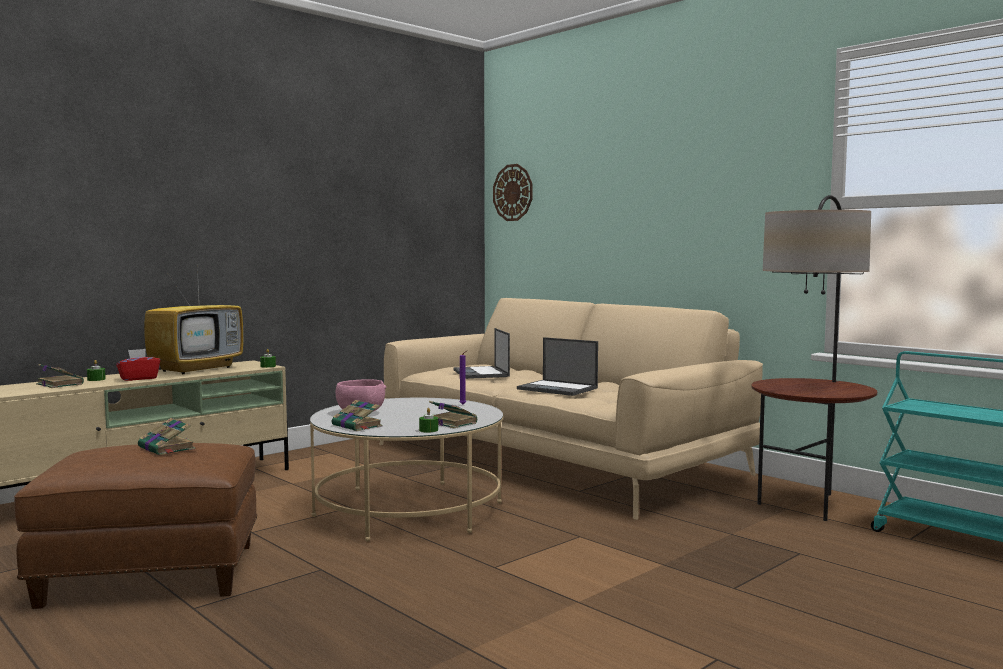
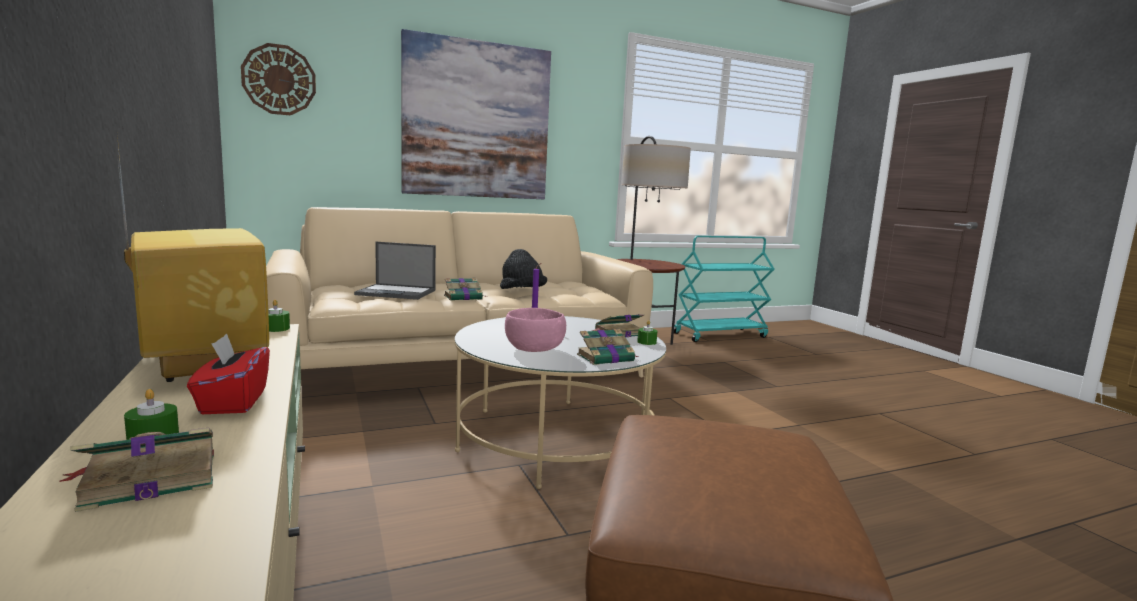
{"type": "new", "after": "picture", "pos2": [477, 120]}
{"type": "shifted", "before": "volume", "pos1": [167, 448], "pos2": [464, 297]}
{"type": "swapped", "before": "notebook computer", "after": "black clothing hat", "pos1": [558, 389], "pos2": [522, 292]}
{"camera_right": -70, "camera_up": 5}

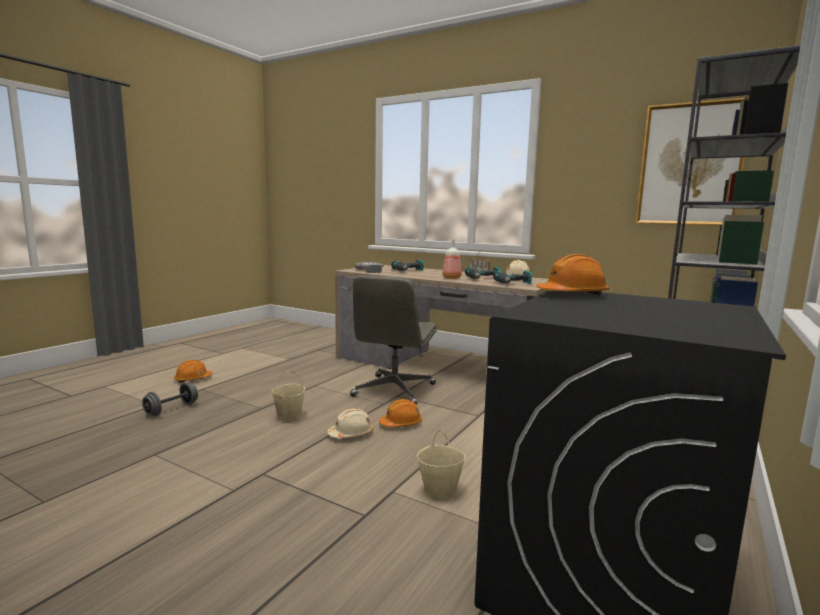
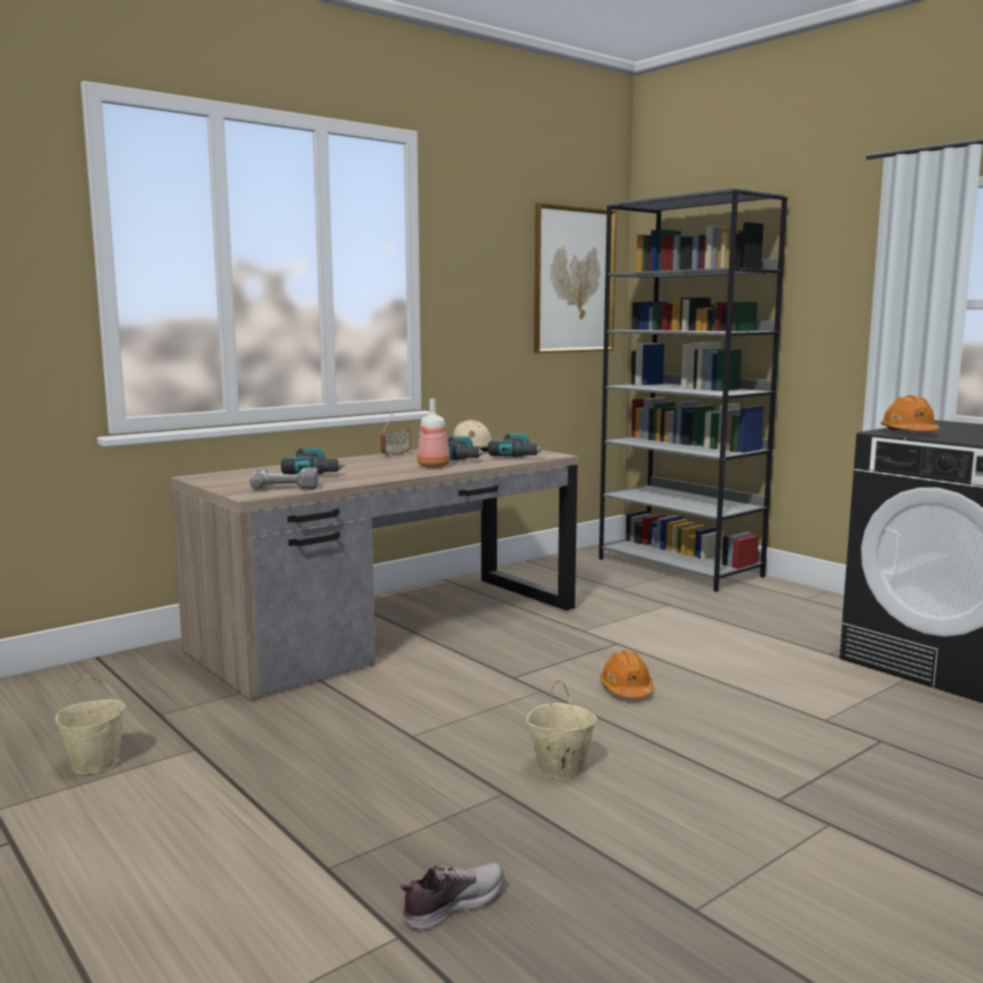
{"type": "gone", "before": "orange hard hat", "pos1": [193, 379]}
{"type": "gone", "before": "beige hard hat", "pos1": [351, 434]}
{"type": "gone", "before": "grey computer chair", "pos1": [394, 390]}
{"type": "shifted", "before": "beige bucket", "pos1": [440, 491], "pos2": [96, 763]}
{"type": "swapped", "before": "grey free weight", "after": "shoe", "pos1": [171, 410], "pos2": [451, 905]}
{"camera_right": -70, "camera_up": 0}

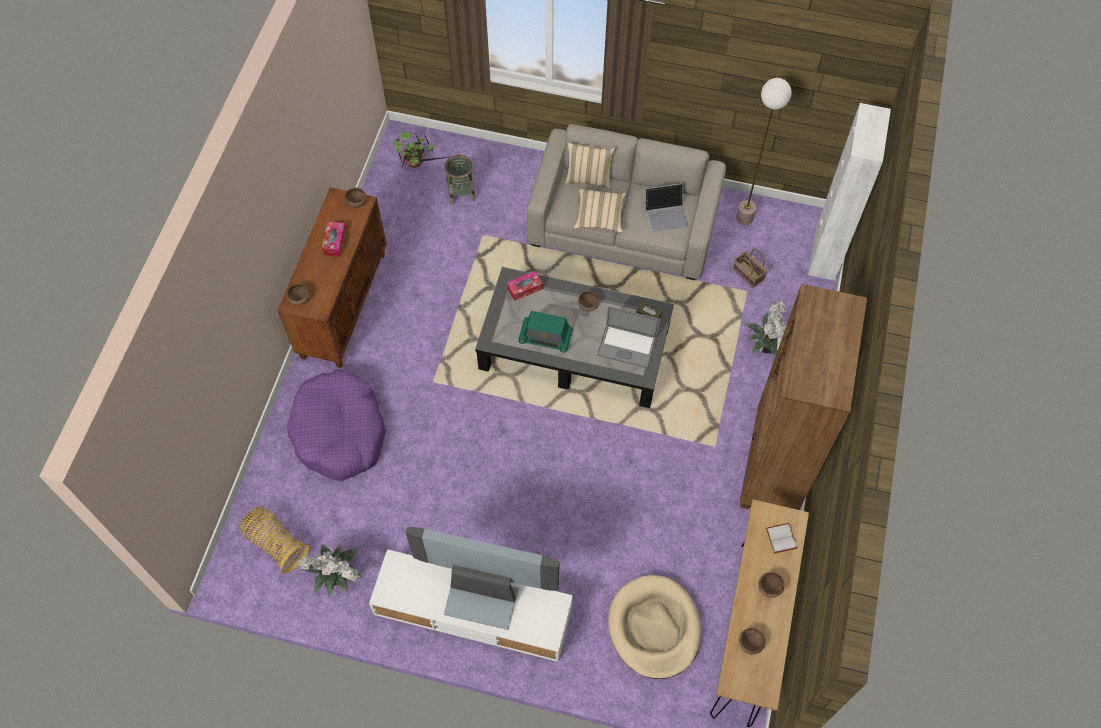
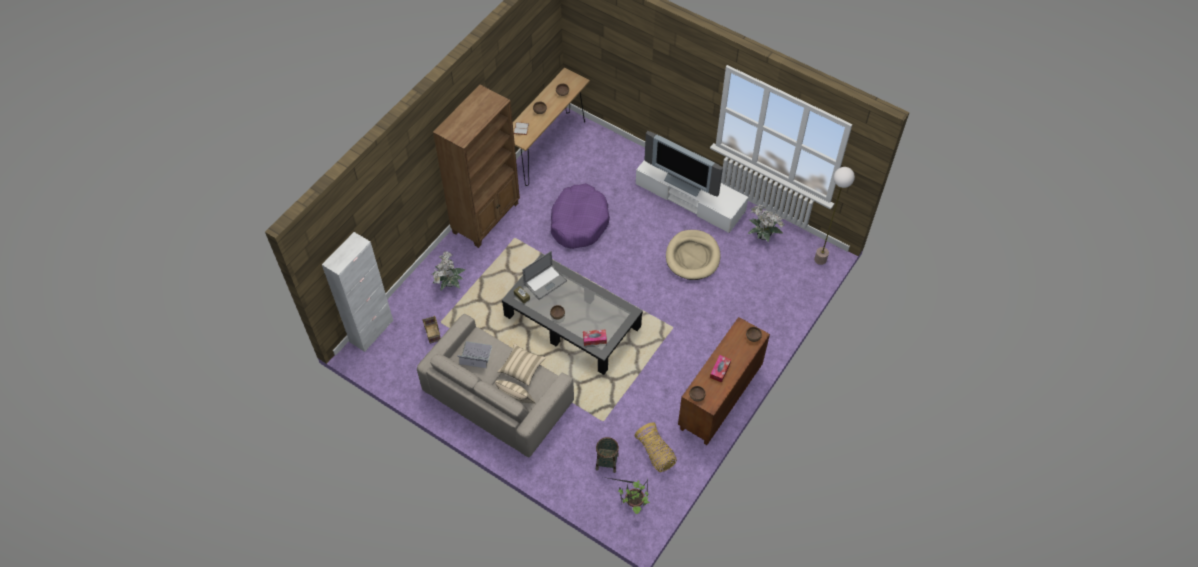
{"type": "gone", "before": "radio", "pos1": [545, 337]}
{"type": "shifted", "before": "storage basket", "pos1": [276, 543], "pos2": [656, 453]}
{"type": "shifted", "before": "purple dog cushion", "pos1": [339, 432], "pos2": [579, 222]}
{"type": "shifted", "before": "beige dog cushion", "pos1": [654, 628], "pos2": [692, 256]}
{"type": "shifted", "before": "standard lamp", "pos1": [745, 217], "pos2": [820, 259]}
{"type": "rotated", "before": "notebook computer", "pos1": [627, 346], "pos2": [545, 282], "turn": 105}
{"camera_right": -160, "camera_up": -5}

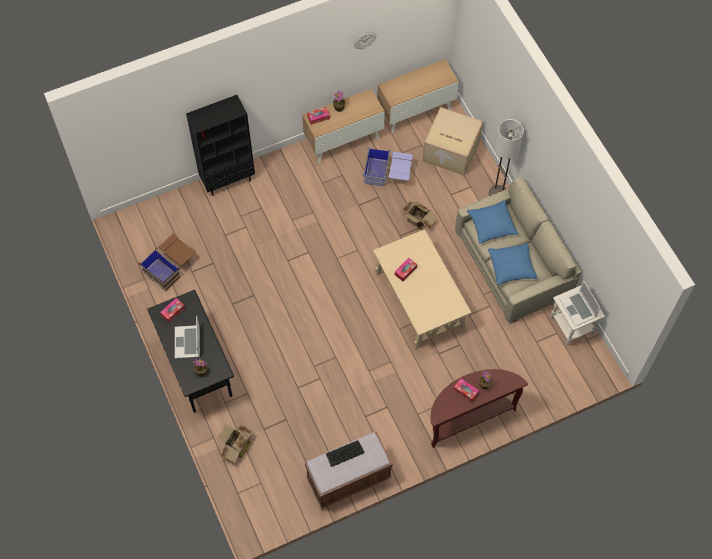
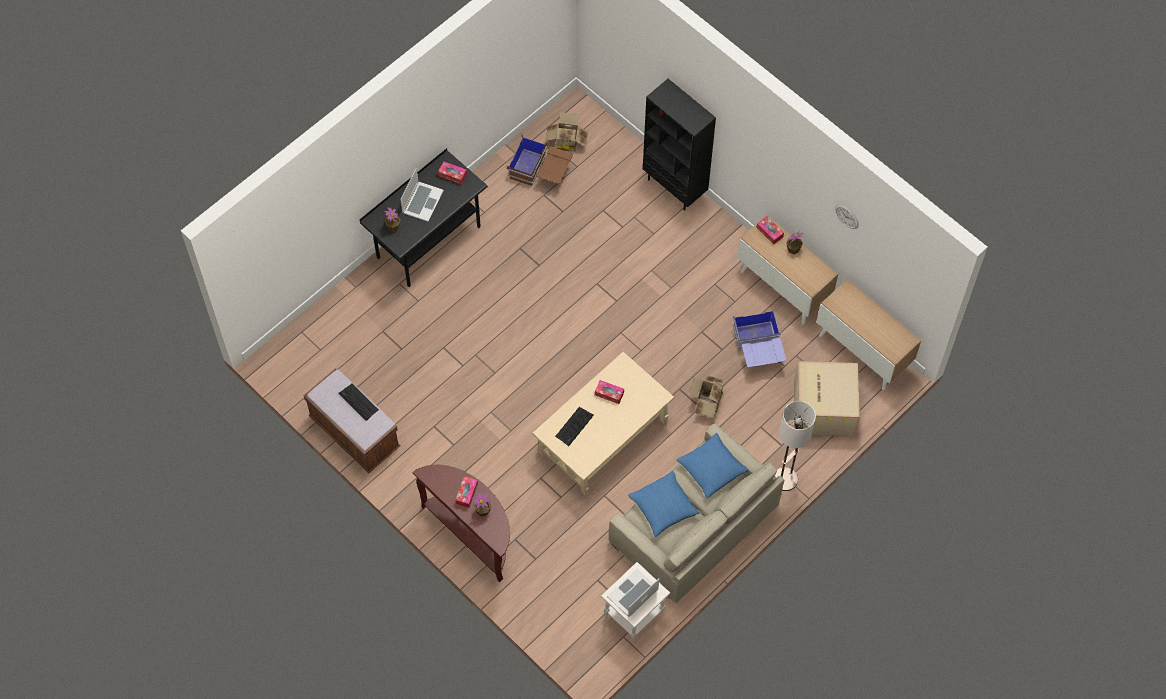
{"type": "new", "after": "keyboard", "pos2": [574, 426]}
{"type": "shifted", "before": "cardboard box", "pos1": [236, 446], "pos2": [566, 141]}
{"type": "rotated", "before": "notebook computer", "pos1": [187, 342], "pos2": [422, 201], "turn": 135}
{"camera_right": 70, "camera_up": 0}

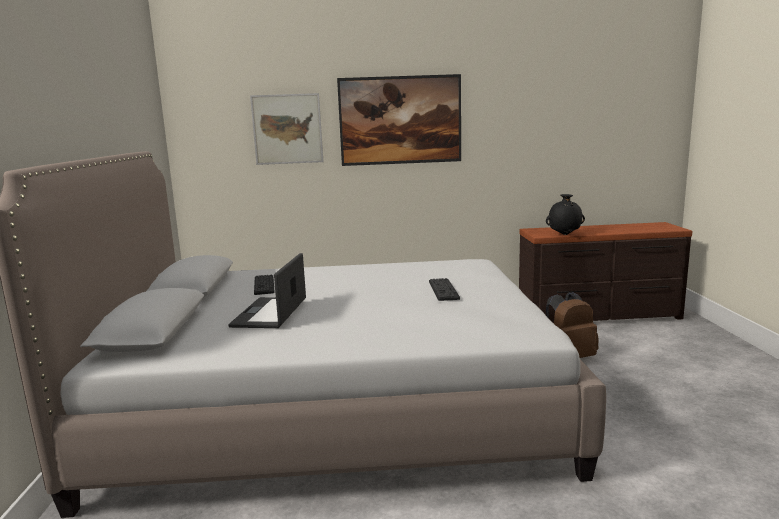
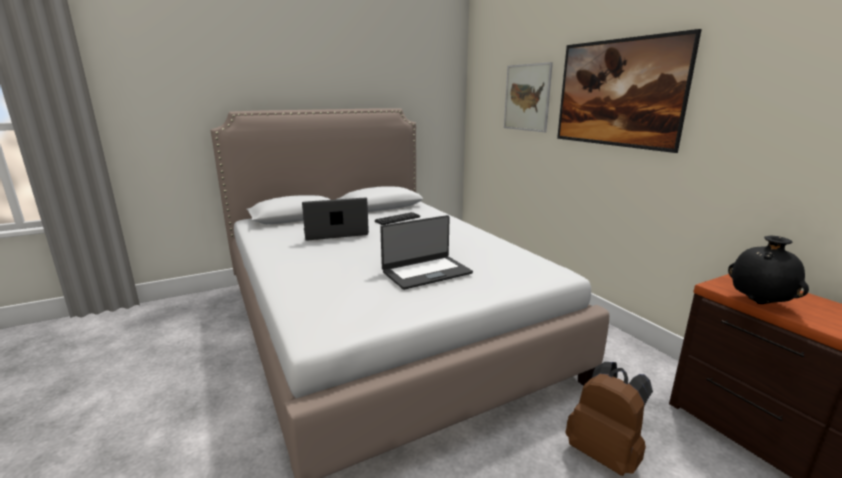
{"type": "swapped", "before": "keyboard", "after": "notebook computer", "pos1": [443, 290], "pos2": [426, 272]}
{"camera_right": 65, "camera_up": 5}

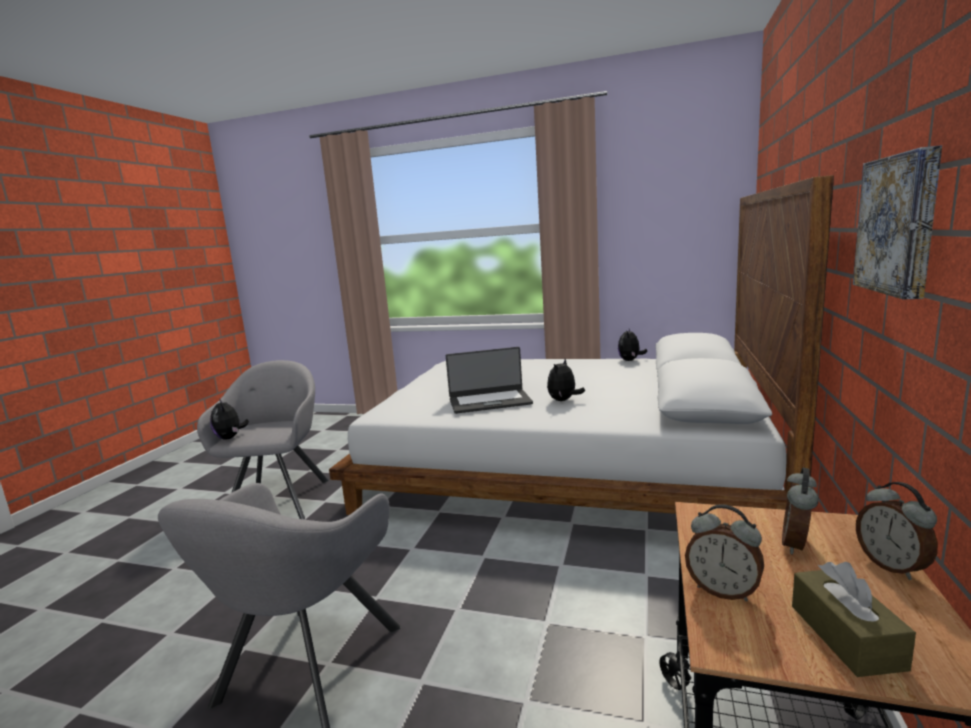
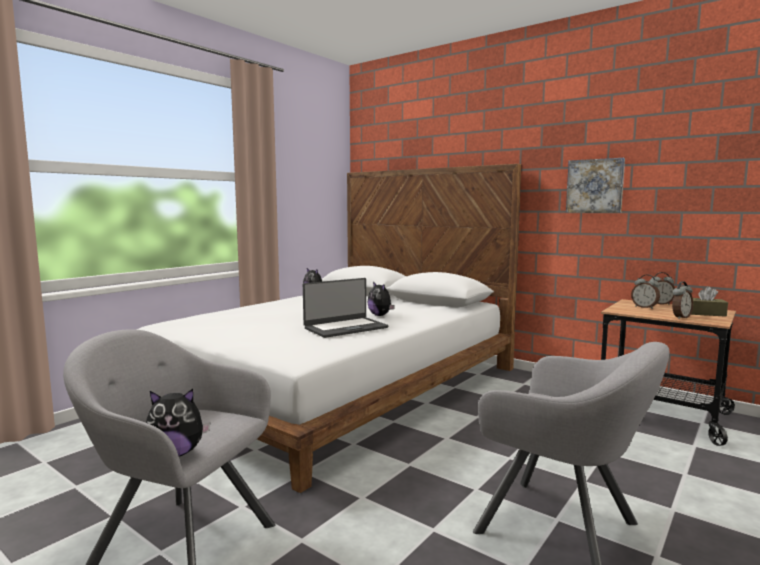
{"type": "rotated", "before": "notebook computer", "pos1": [489, 401], "pos2": [345, 328], "turn": 45}
{"camera_right": -70, "camera_up": -5}

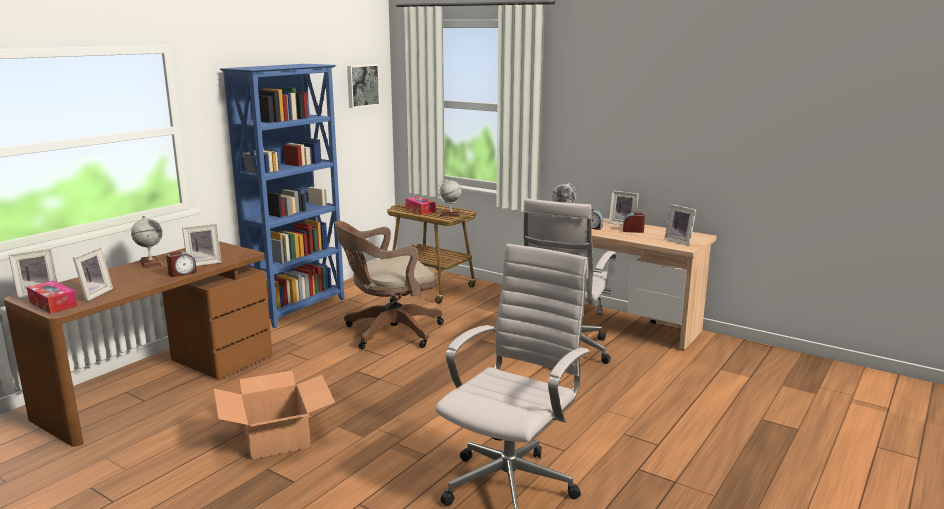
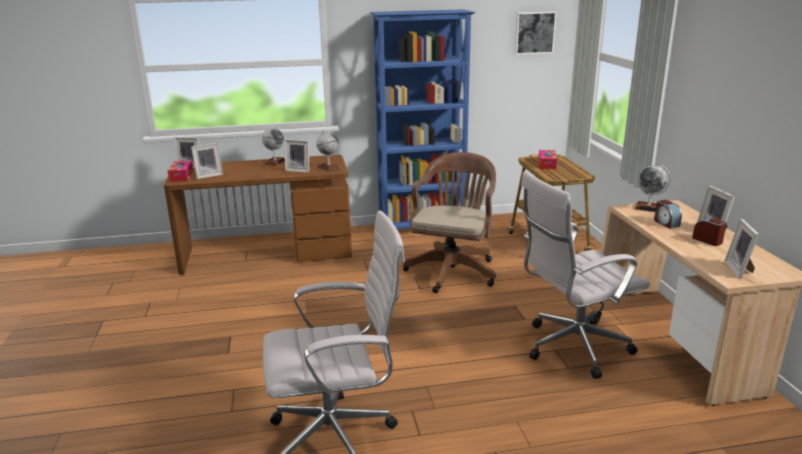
{"type": "gone", "before": "alarm clock", "pos1": [182, 273]}
{"type": "gone", "before": "cardboard box", "pos1": [277, 436]}
{"type": "shifted", "before": "world globe", "pos1": [450, 214], "pos2": [329, 167]}
{"type": "rotated", "before": "brownish computer chair", "pos1": [388, 332], "pos2": [453, 270], "turn": 90}
{"camera_right": 45, "camera_up": 5}

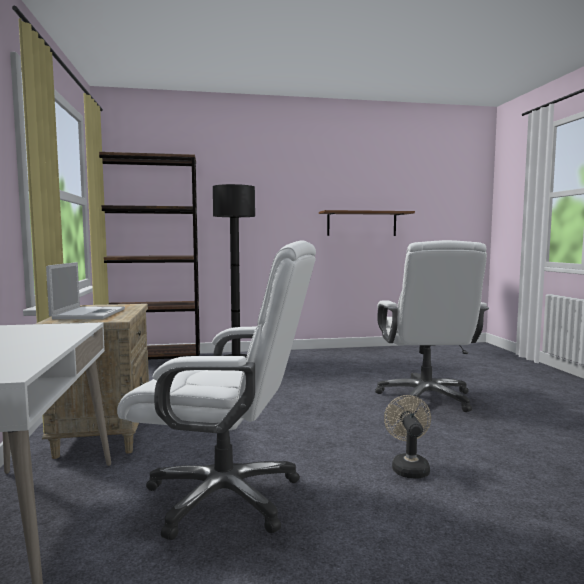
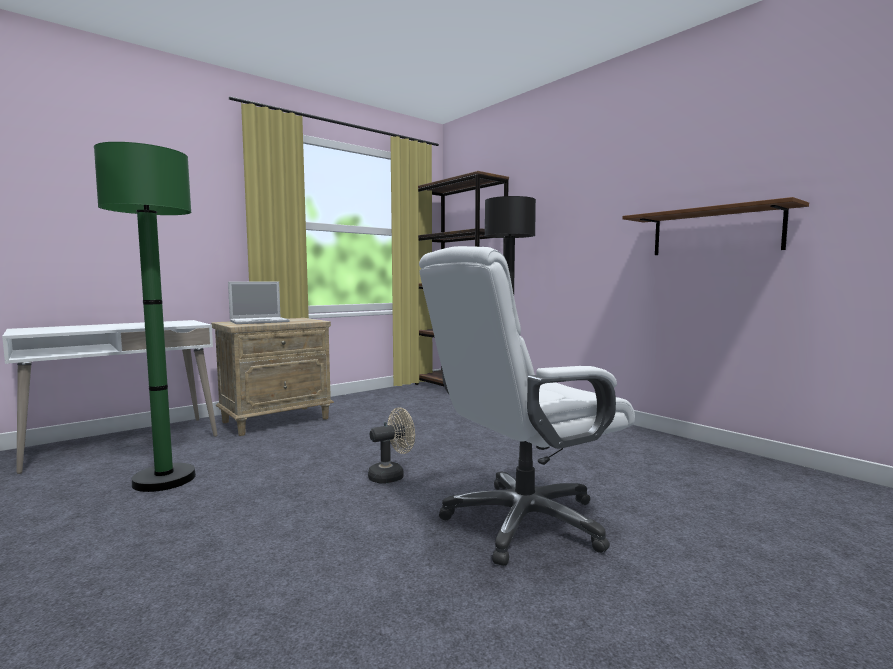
{"type": "shifted", "before": "beige cooling fan", "pos1": [408, 467], "pos2": [391, 475]}
{"type": "swapped", "before": "white-coloured computer chair", "after": "green standard lamp", "pos1": [226, 496], "pos2": [164, 480]}
{"camera_right": 60, "camera_up": 0}

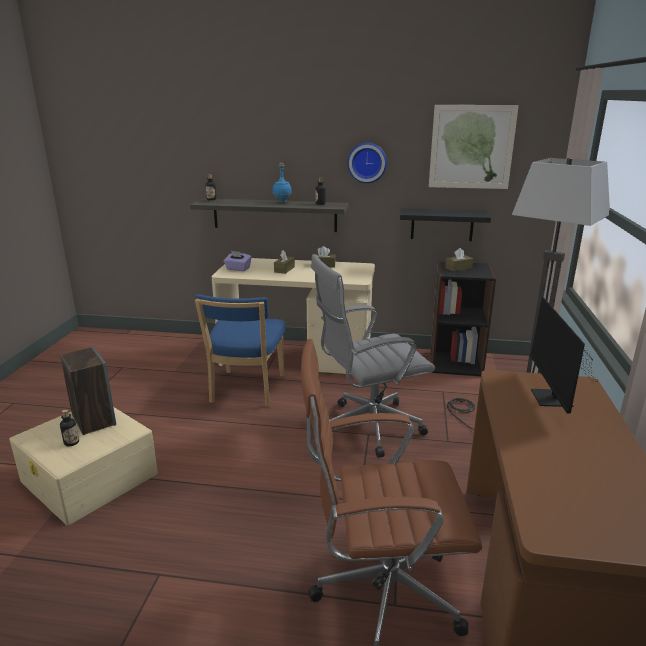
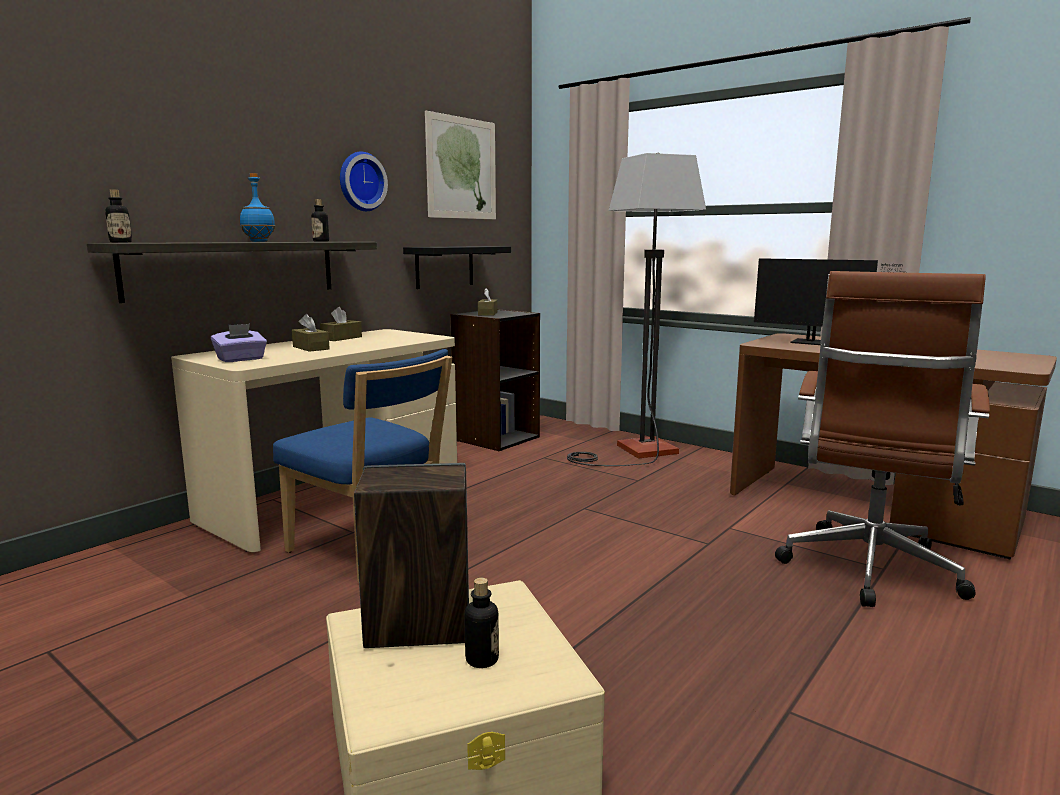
{"type": "gone", "before": "grey computer chair", "pos1": [367, 427]}
{"camera_right": -60, "camera_up": -10}

